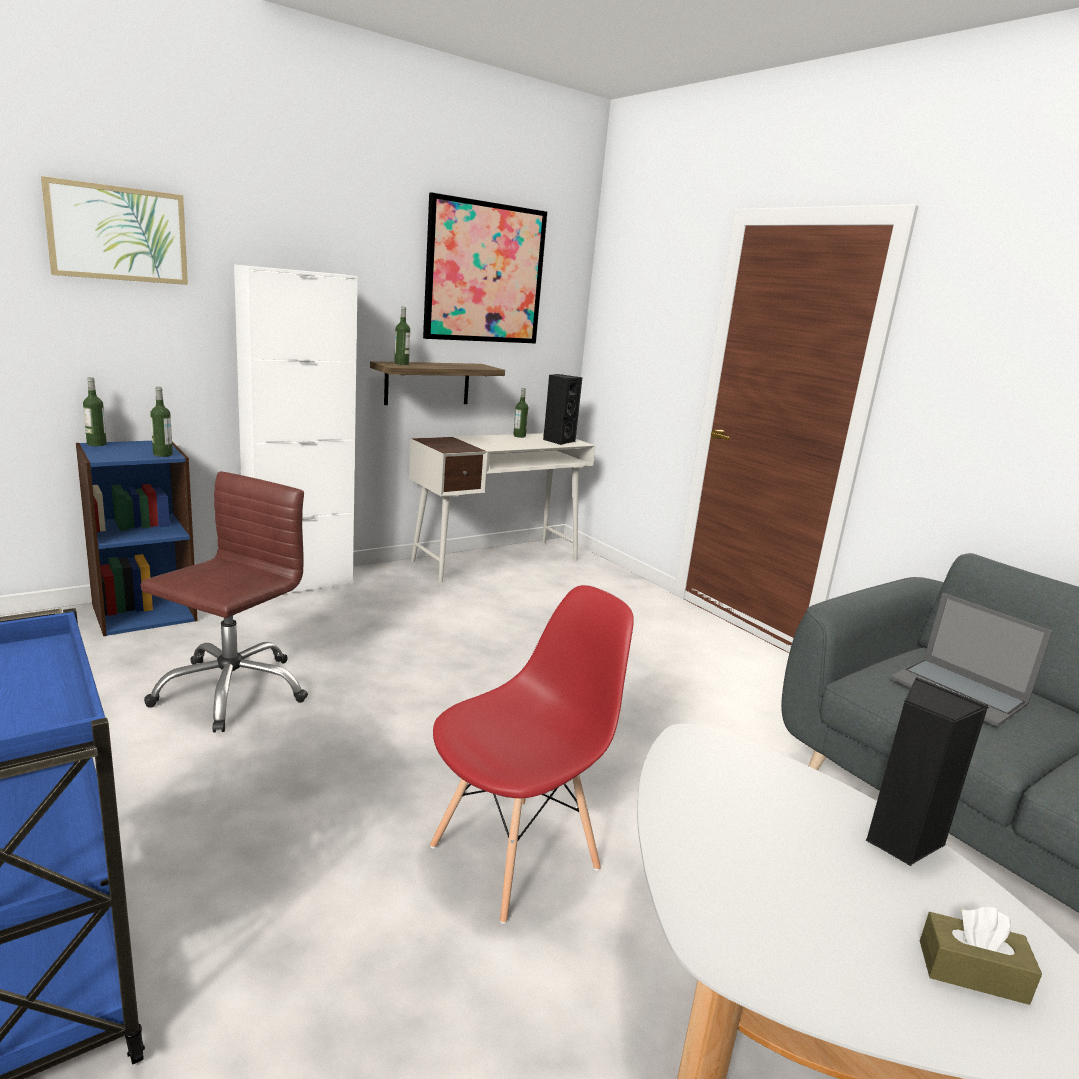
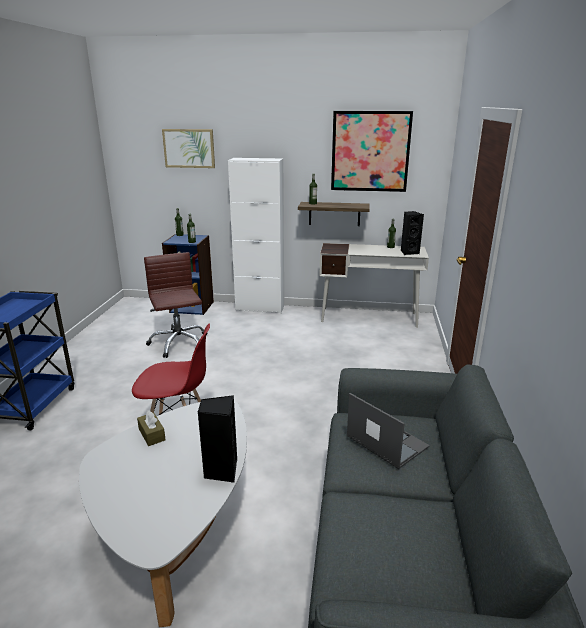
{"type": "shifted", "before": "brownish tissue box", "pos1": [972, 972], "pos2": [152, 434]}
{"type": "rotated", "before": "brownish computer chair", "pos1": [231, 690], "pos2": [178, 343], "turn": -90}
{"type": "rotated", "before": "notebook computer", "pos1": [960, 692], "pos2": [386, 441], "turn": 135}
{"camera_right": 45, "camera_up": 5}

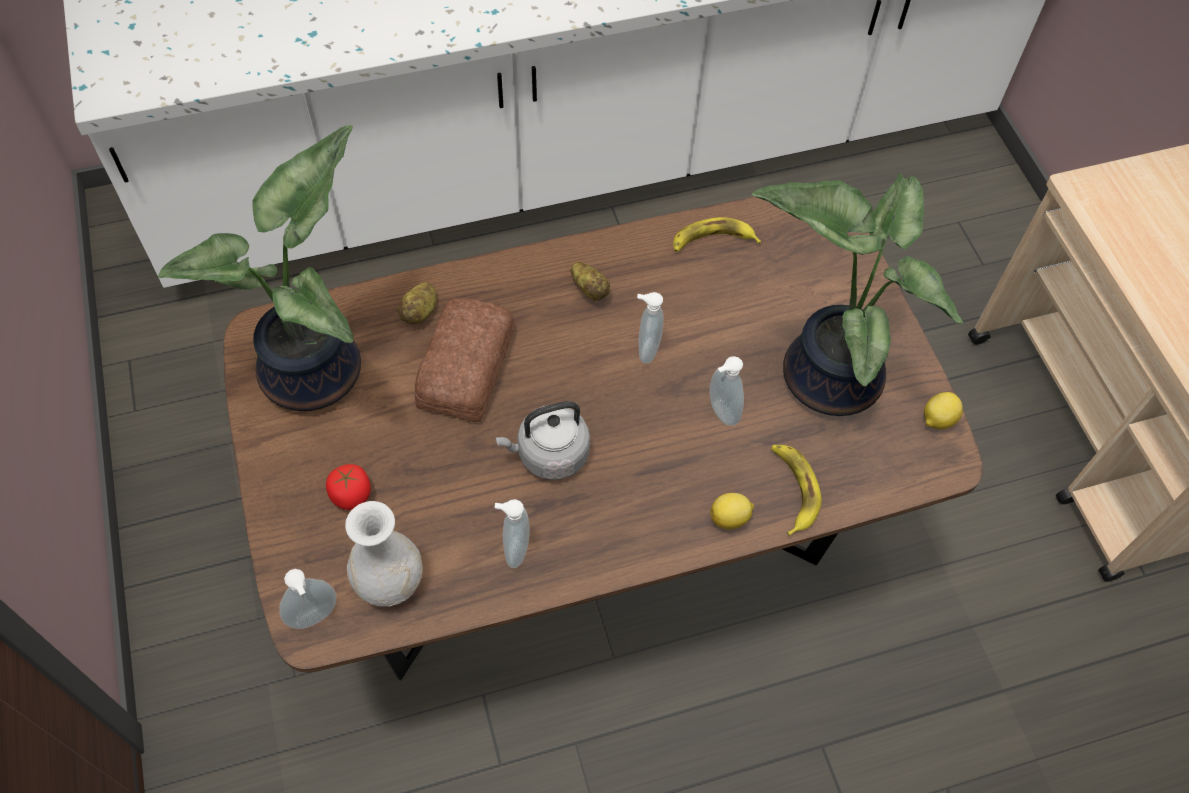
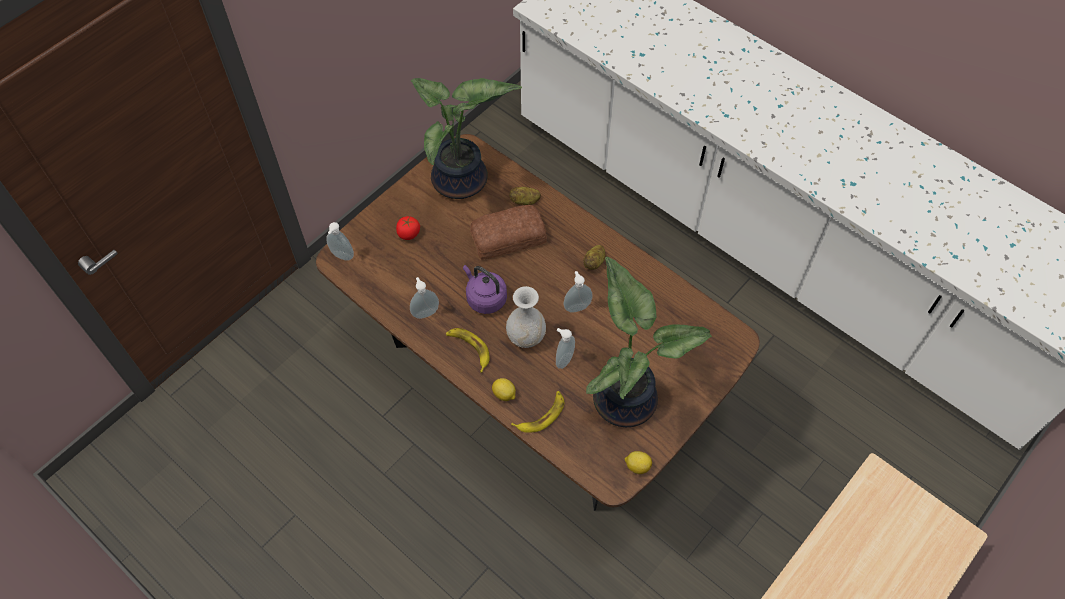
{"type": "shifted", "before": "white-coloured decorative vase", "pos1": [390, 581], "pos2": [526, 337]}
{"type": "shifted", "before": "banana fruit", "pos1": [712, 241], "pos2": [469, 349]}
{"type": "repainted", "before": "grey kettle", "after": "purple kettle", "pos1": [549, 455], "pos2": [485, 298]}
{"camera_right": 60, "camera_up": 0}

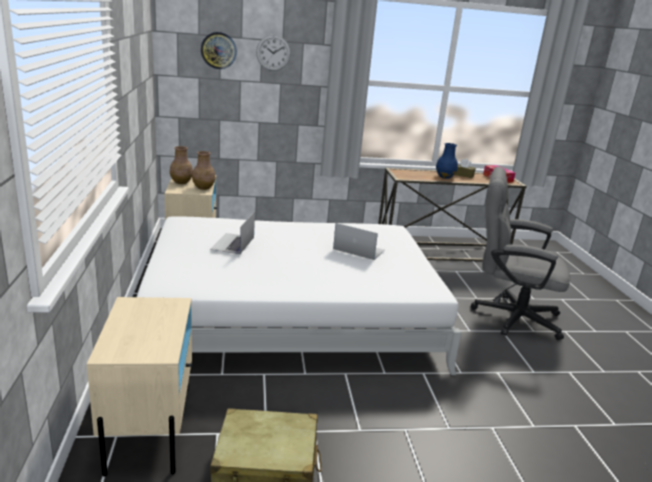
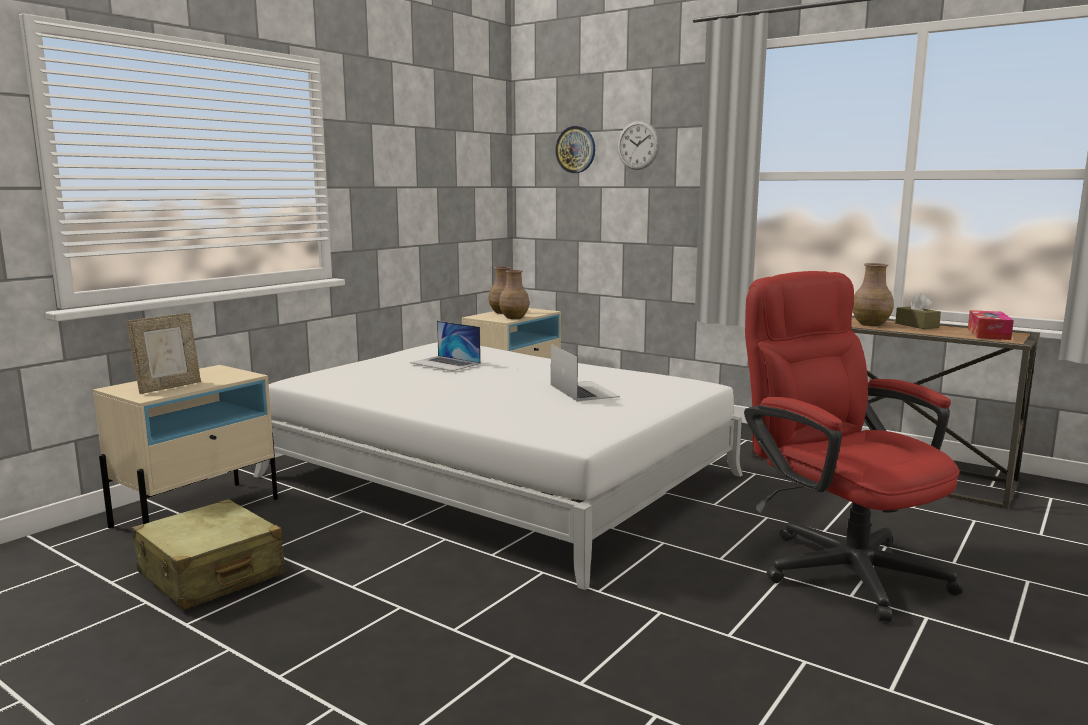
{"type": "new", "after": "picture frame", "pos2": [169, 387]}
{"type": "repainted", "before": "bluish decorative vase", "after": "brownish decorative vase", "pos1": [445, 177], "pos2": [871, 324]}
{"type": "repainted", "before": "grey computer chair", "after": "red-coloured computer chair", "pos1": [508, 316], "pos2": [838, 565]}
{"type": "rotated", "before": "notebook computer", "pos1": [232, 243], "pos2": [445, 363], "turn": -105}
{"camera_right": 45, "camera_up": -10}

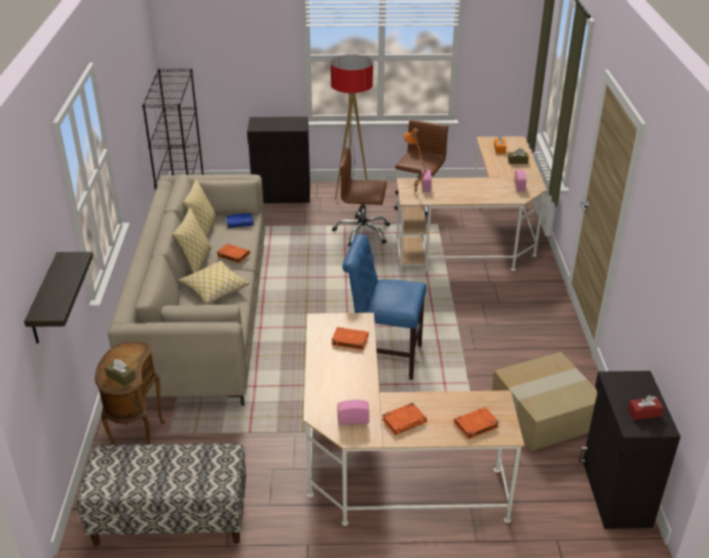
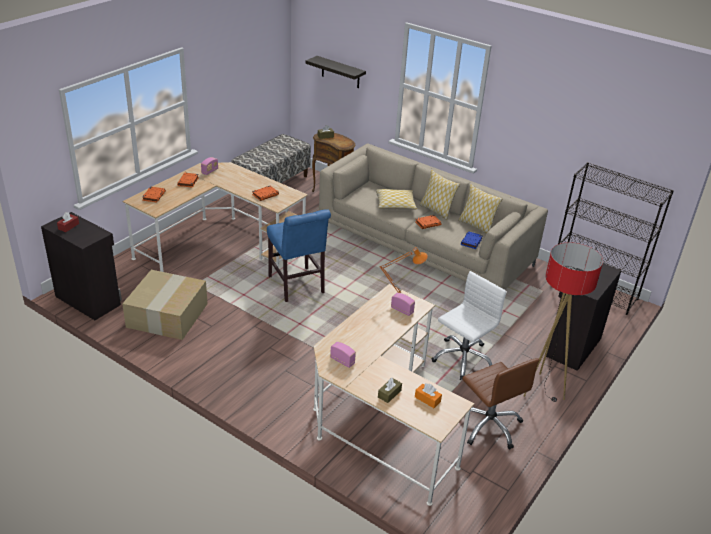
{"type": "repainted", "before": "brownish computer chair", "after": "white-coloured computer chair", "pos1": [362, 232], "pos2": [462, 358]}
{"type": "rotated", "before": "bluish plain chair", "pos1": [383, 357], "pos2": [297, 286], "turn": 105}
{"camera_right": 125, "camera_up": 0}

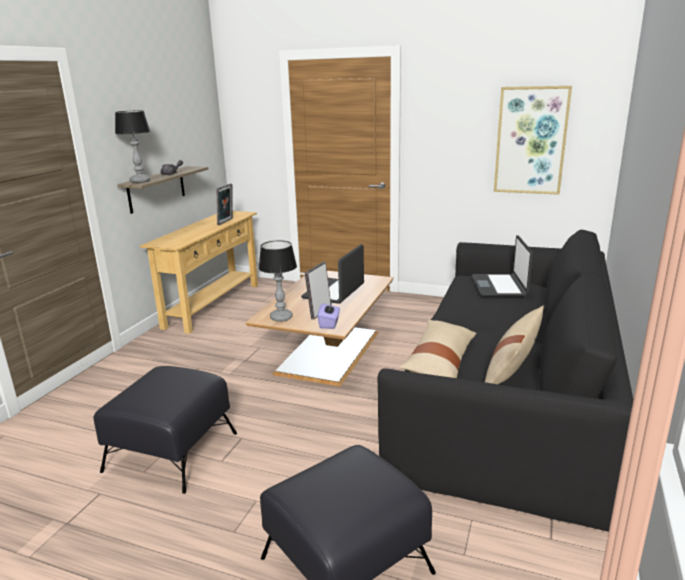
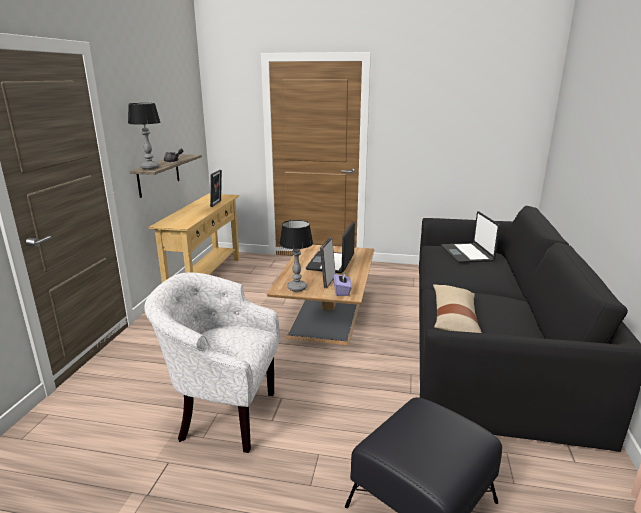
{"type": "gone", "before": "beige cushion", "pos1": [512, 368]}
{"type": "gone", "before": "picture", "pos1": [531, 141]}
{"type": "swapped", "before": "black footrest", "after": "white-coloured armchair", "pos1": [172, 451], "pos2": [222, 415]}
{"camera_right": -10, "camera_up": 0}

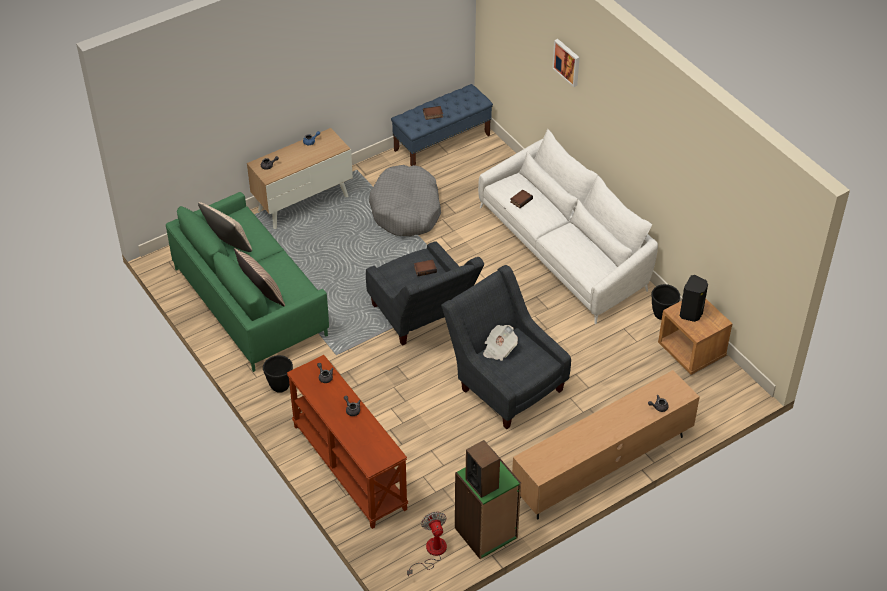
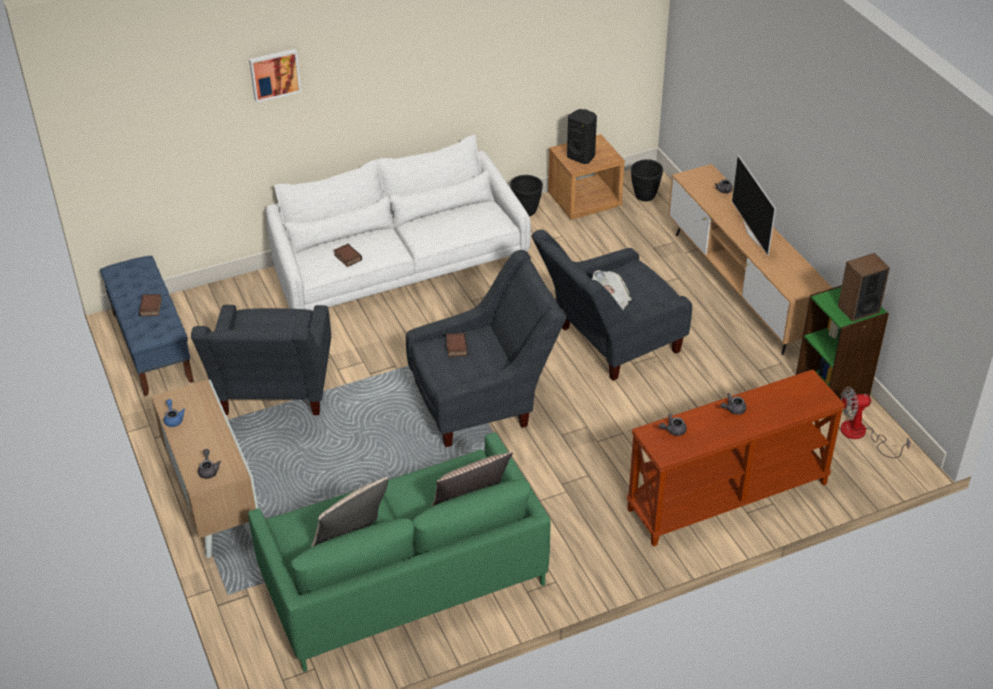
{"type": "new", "after": "TV", "pos2": [752, 233]}
{"type": "shifted", "before": "black plant pot", "pos1": [280, 386], "pos2": [644, 196]}
{"type": "swapped", "before": "grey dog cushion", "after": "grey armchair", "pos1": [406, 210], "pos2": [273, 396]}
{"camera_right": -80, "camera_up": -5}

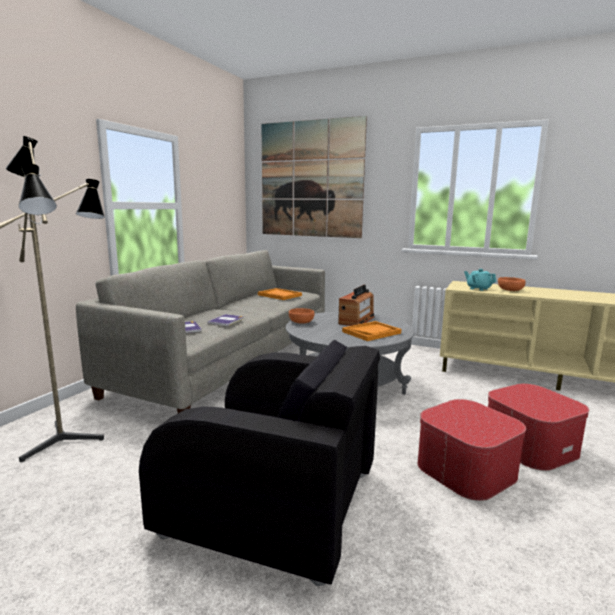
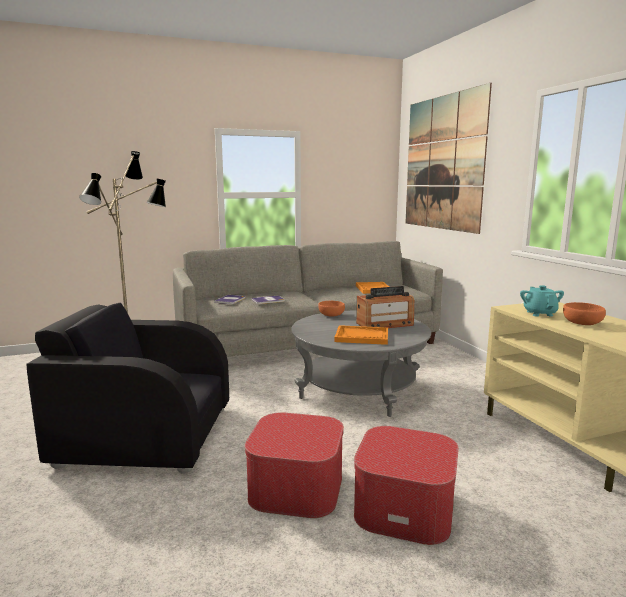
{"type": "rotated", "before": "black armchair", "pos1": [274, 502], "pos2": [145, 435], "turn": 120}
{"camera_right": 45, "camera_up": 0}

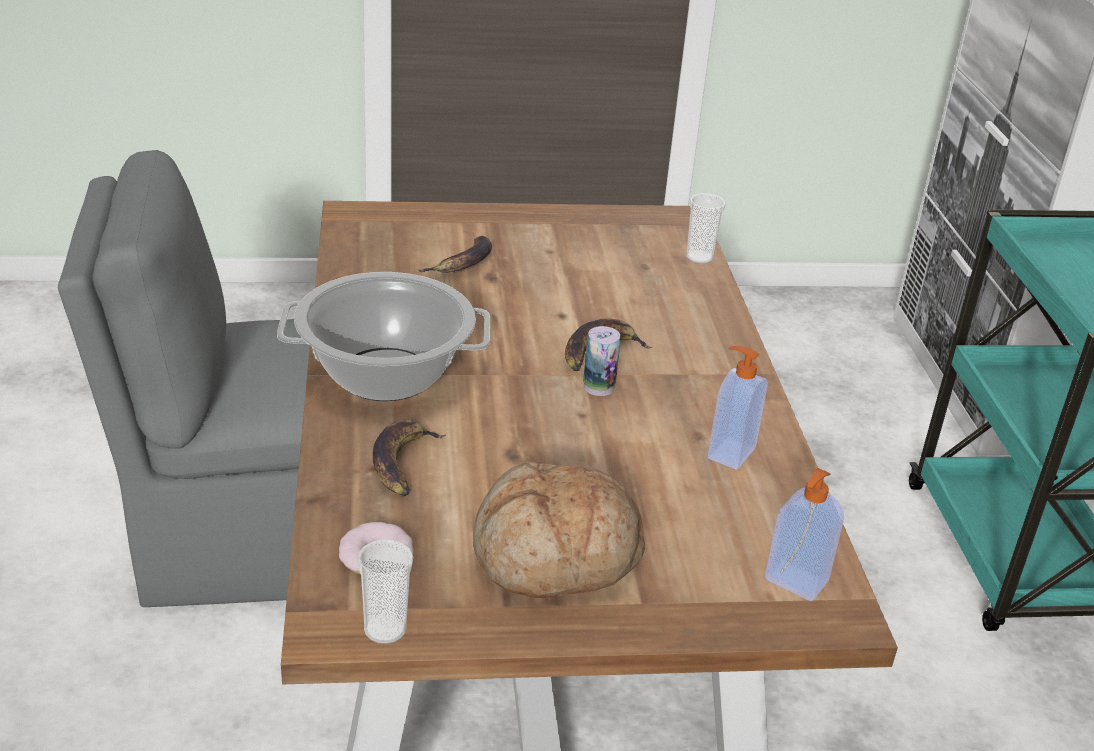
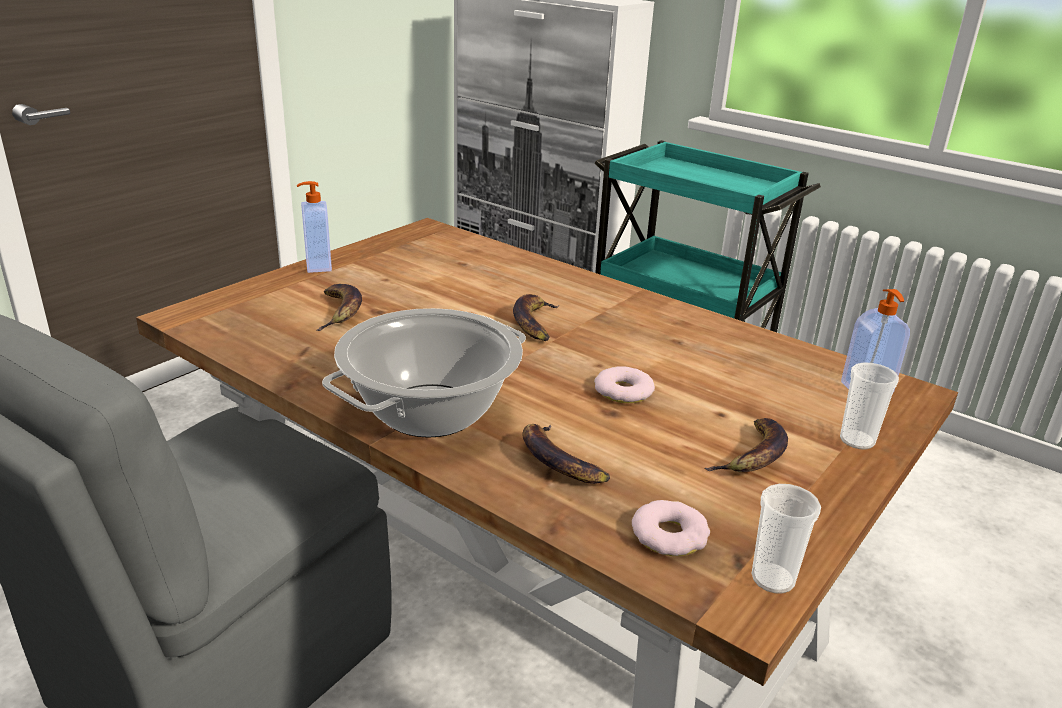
{"type": "gone", "before": "metal can", "pos1": [598, 387]}
{"type": "new", "after": "donut", "pos2": [623, 391]}
{"type": "shifted", "before": "cup", "pos1": [699, 257], "pos2": [857, 440]}
{"type": "shifted", "before": "soap dispenser", "pos1": [729, 452], "pos2": [317, 266]}
{"type": "swapped", "before": "bread", "after": "banana fruit", "pos1": [556, 555], "pos2": [753, 455]}
{"camera_right": -45, "camera_up": -5}

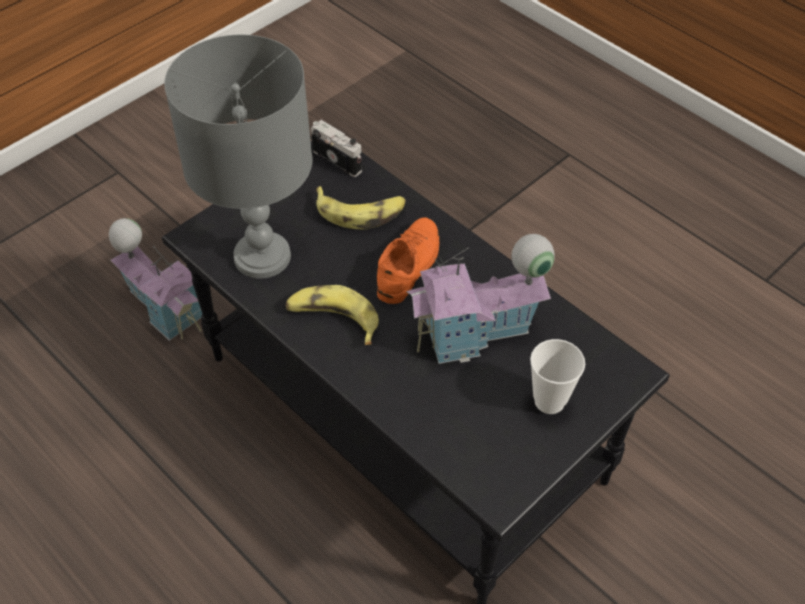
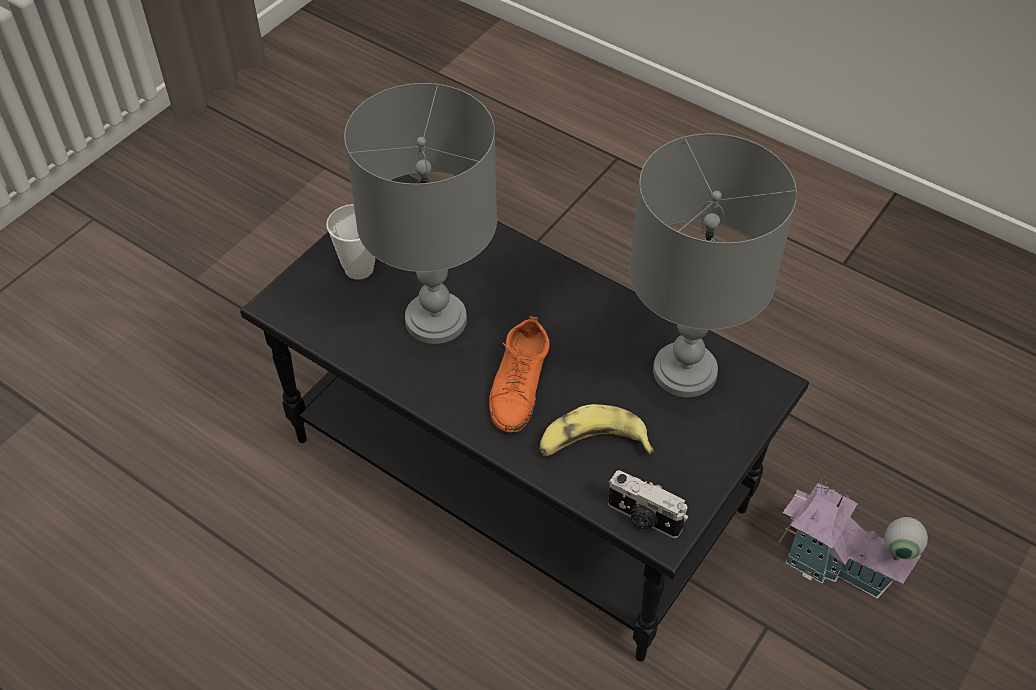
{"type": "gone", "before": "banana fruit", "pos1": [333, 319]}
{"type": "swapped", "before": "model house", "after": "grey tabletop lamp", "pos1": [476, 333], "pos2": [435, 320]}
{"camera_right": 170, "camera_up": 0}

